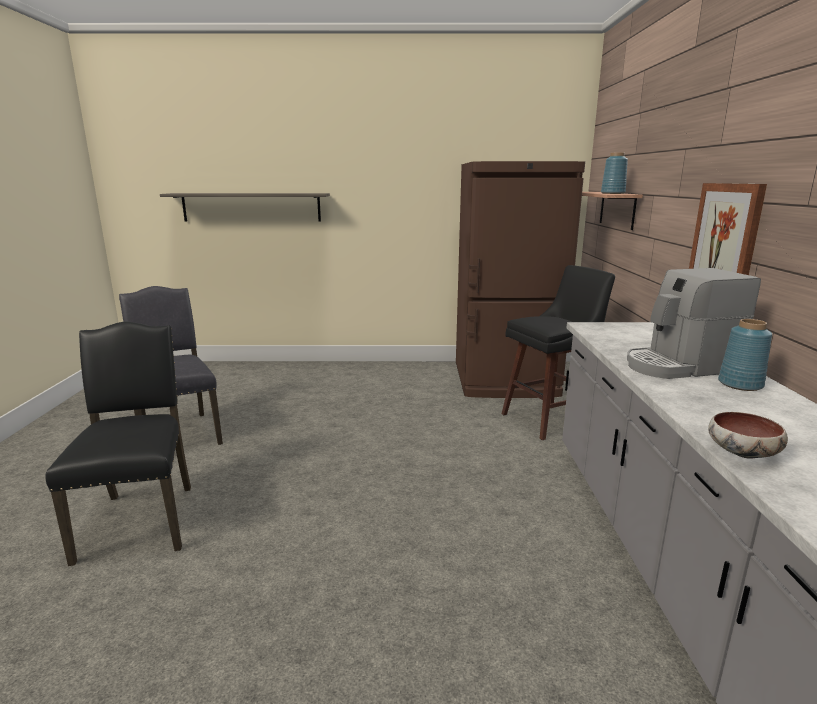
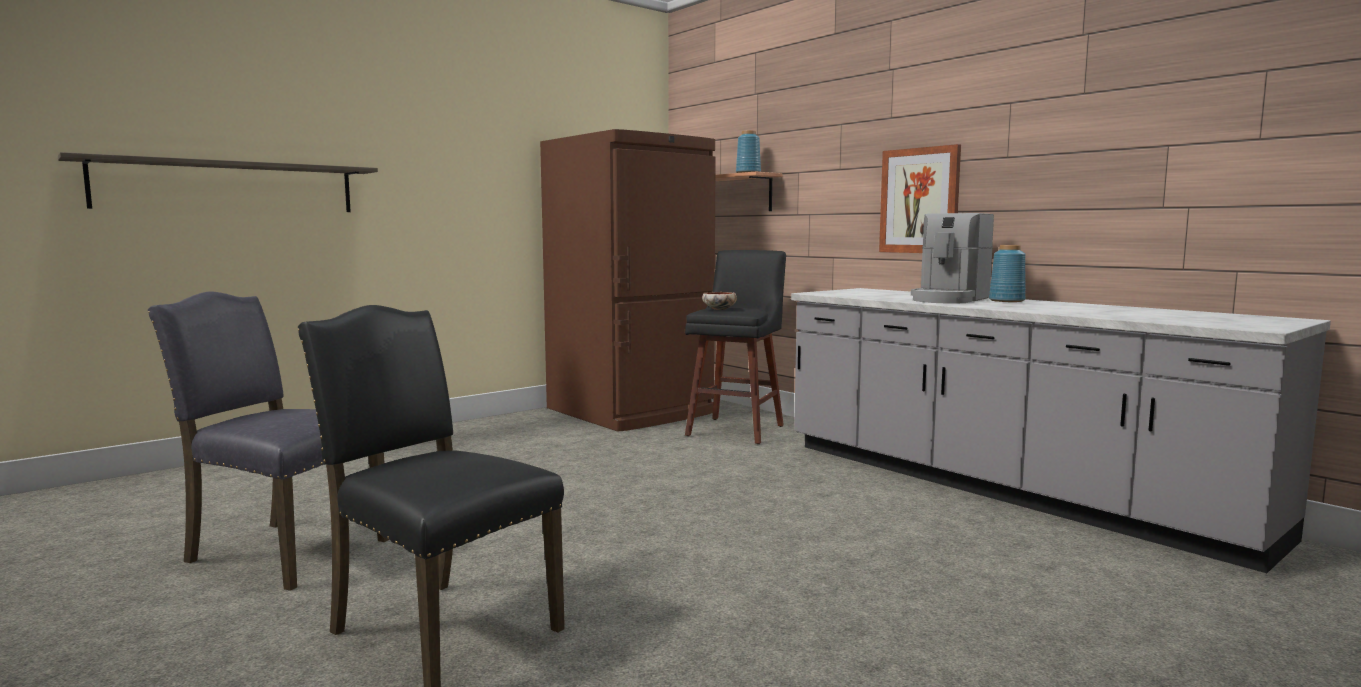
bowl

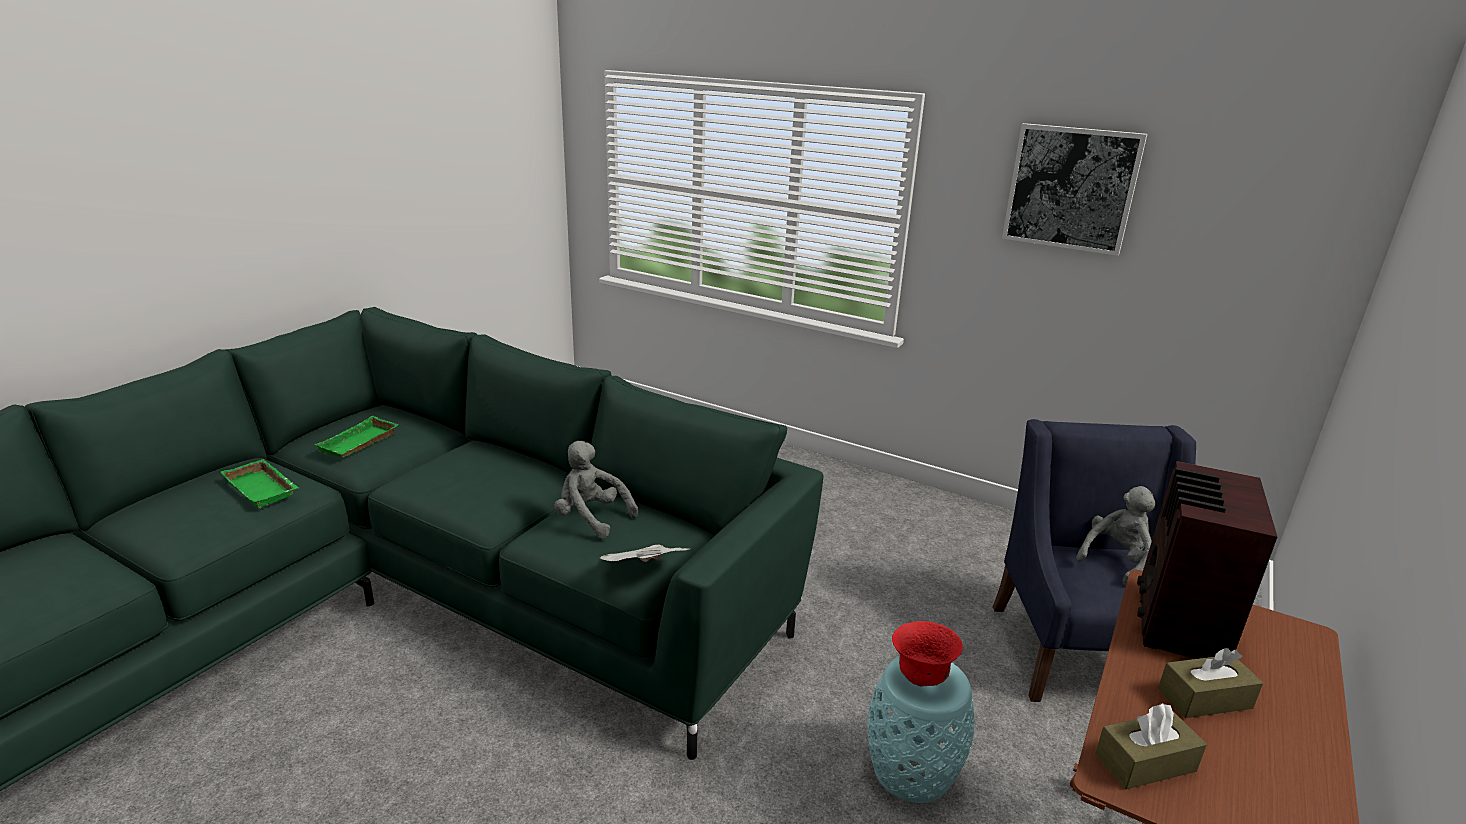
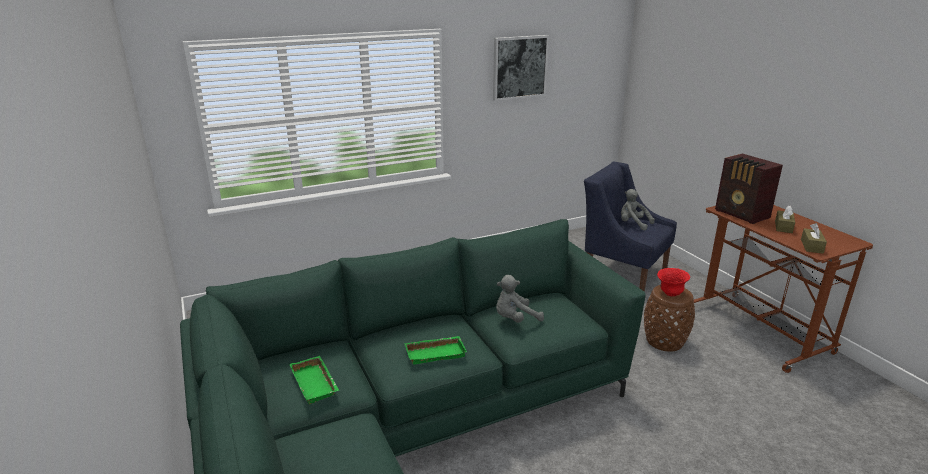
green tray (no. 2 from left)
grey plush toy (no. 2 from left)
newspaper
brown stool

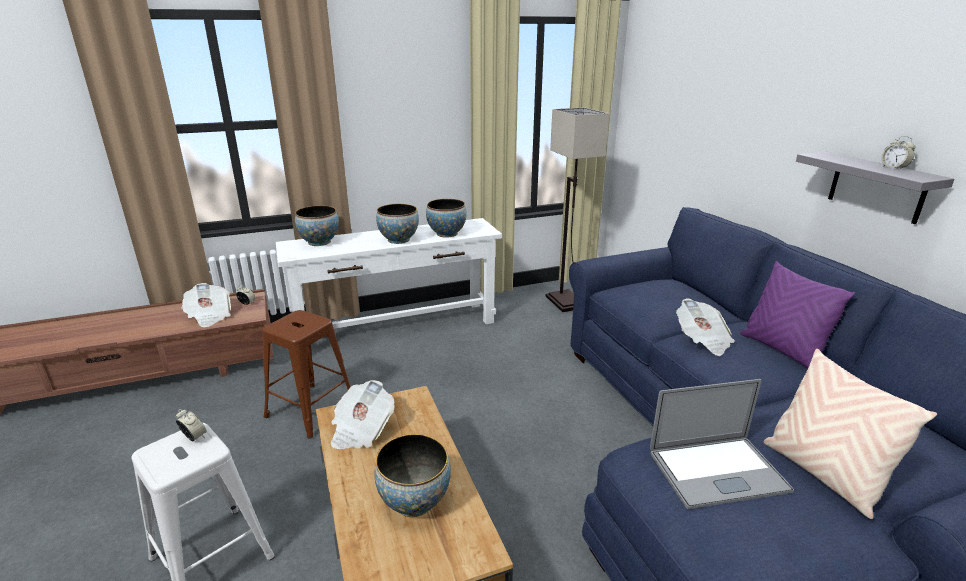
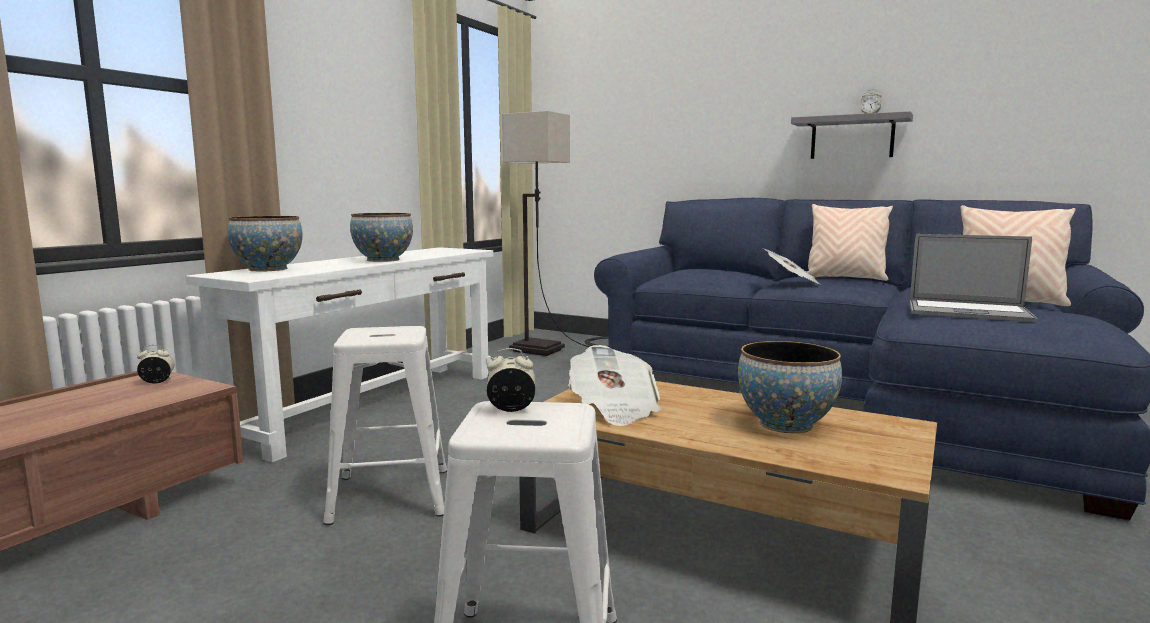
bowl (no. 4 from left in the first image)
beige pillow (no. 1 from left)
newspaper (no. 1 from left in the first image)
white stool (no. 1 from left)
laptop

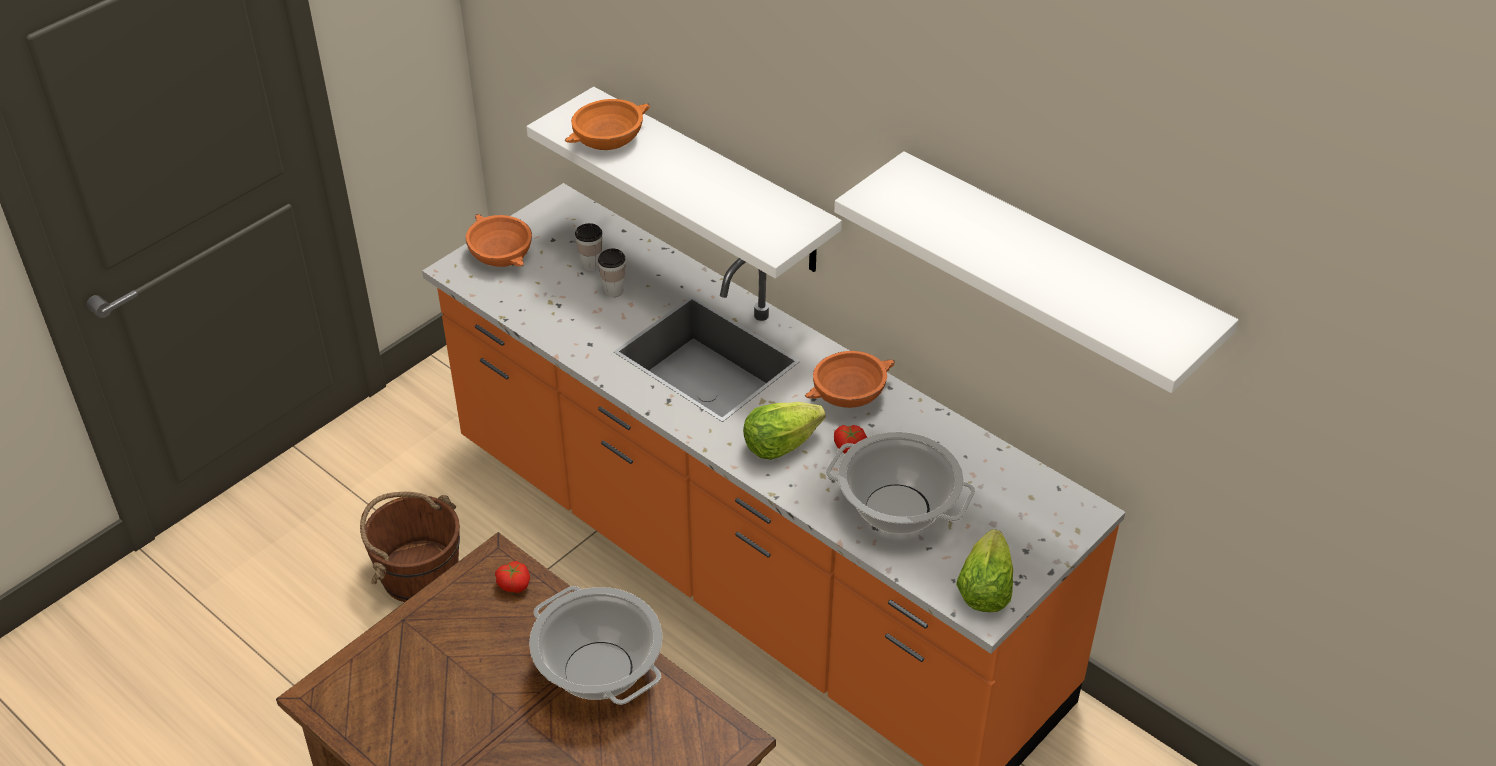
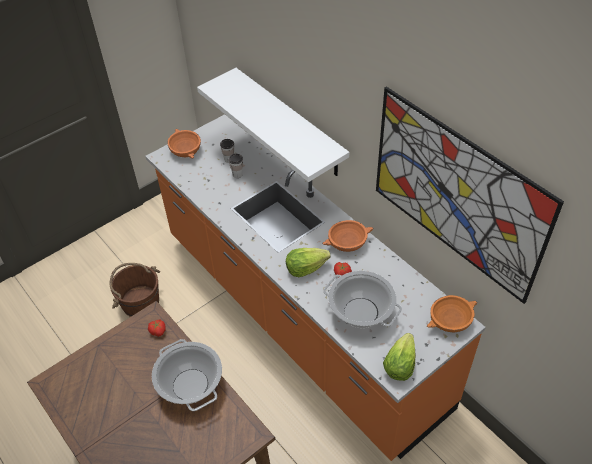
orange bowl (no. 3 from left)
picture

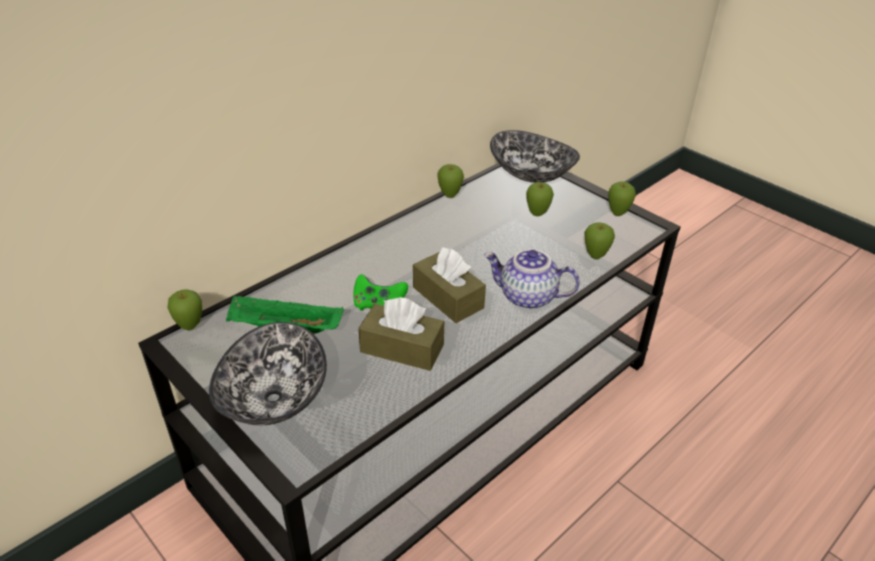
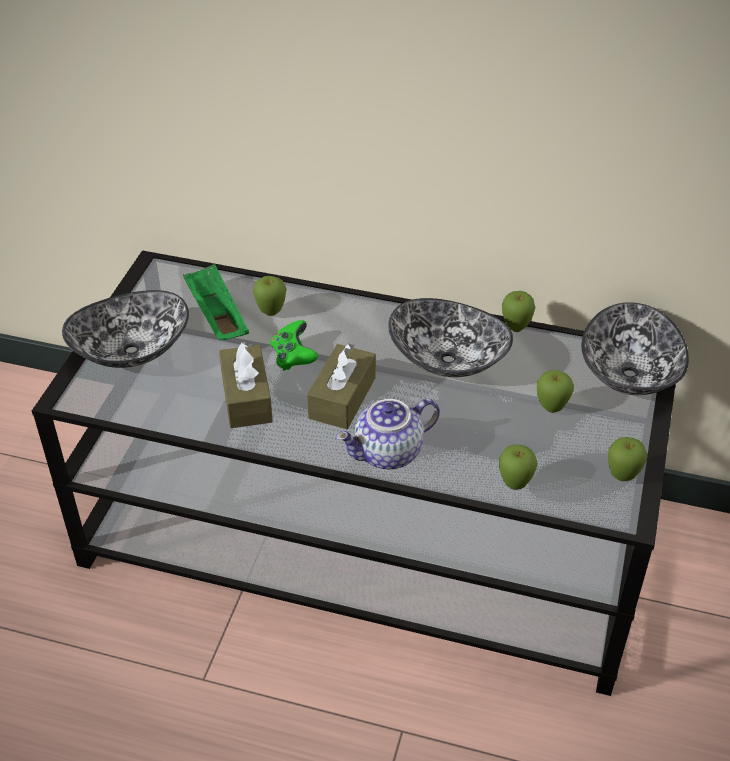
teapot
apple (no. 1 from left)
bowl (no. 2 from left)

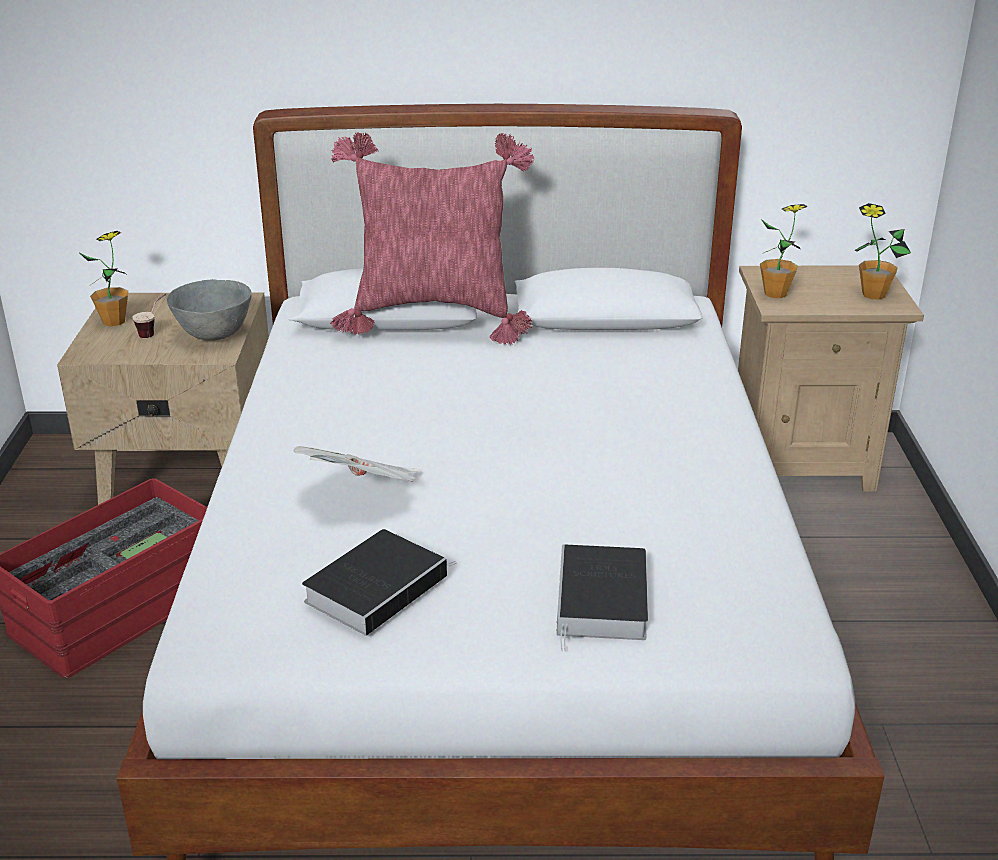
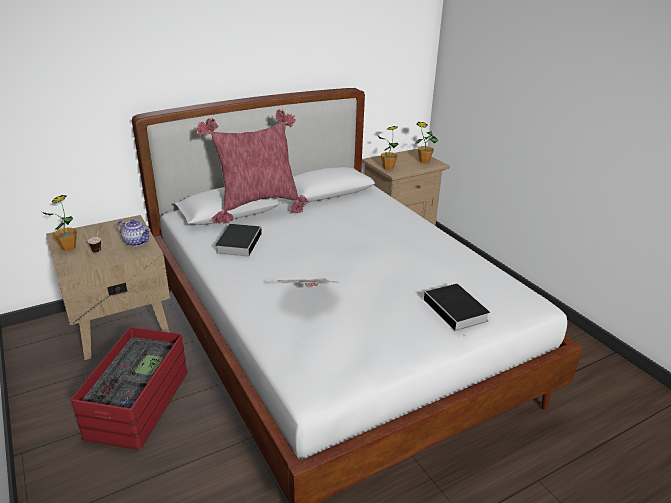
teapot
book (no. 1 from left)

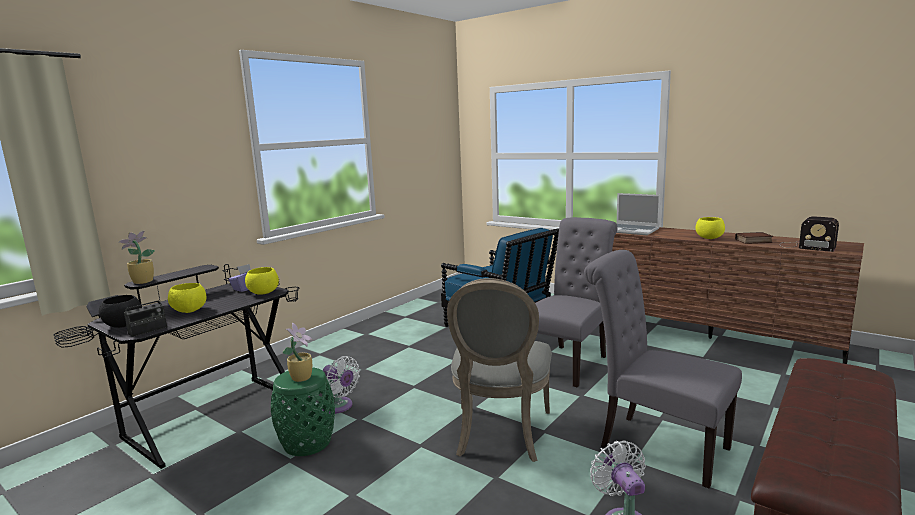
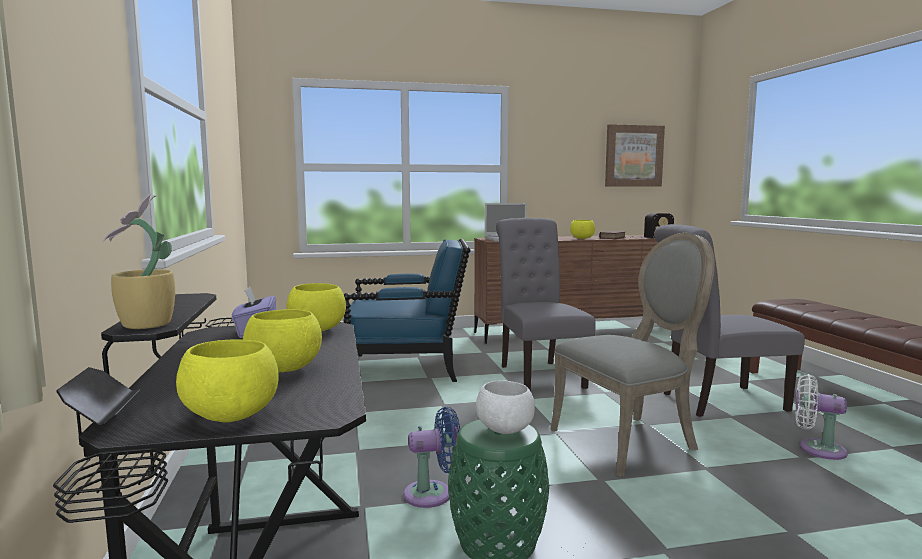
grey chair (no. 2 from left)
radio (no. 1 from left in the first image)
yellow bowl (no. 1 from left)
white bowl
blue fan
picture

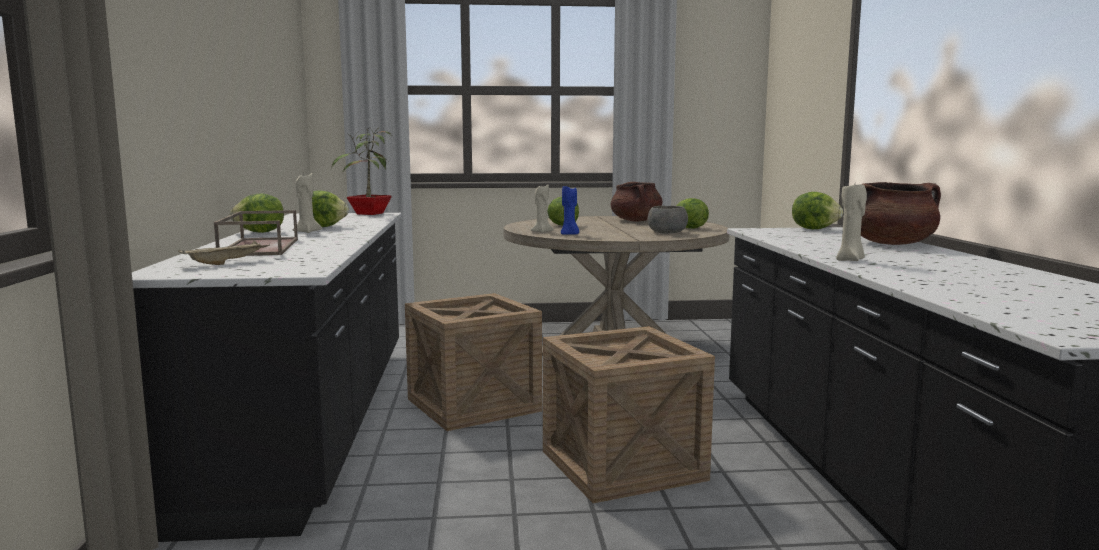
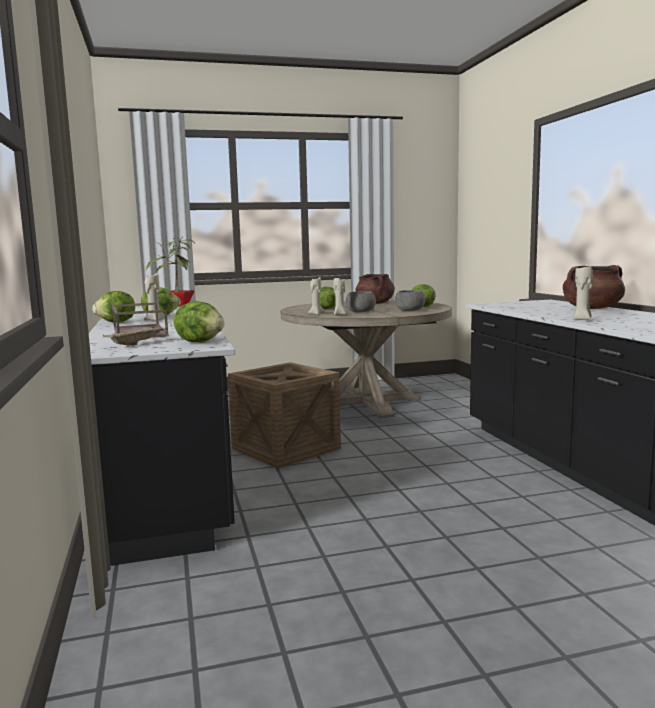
beige candle (no. 3 from left)
lettuce (no. 3 from left)
crate (no. 2 from left in the first image)
grey bowl (no. 1 from left)

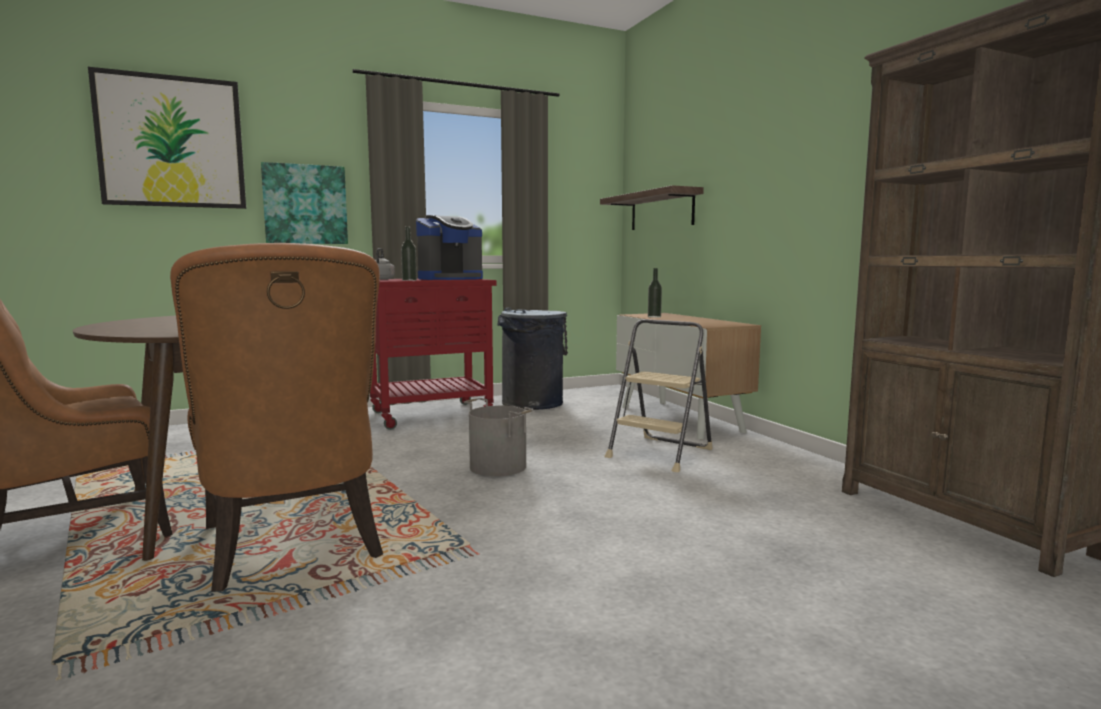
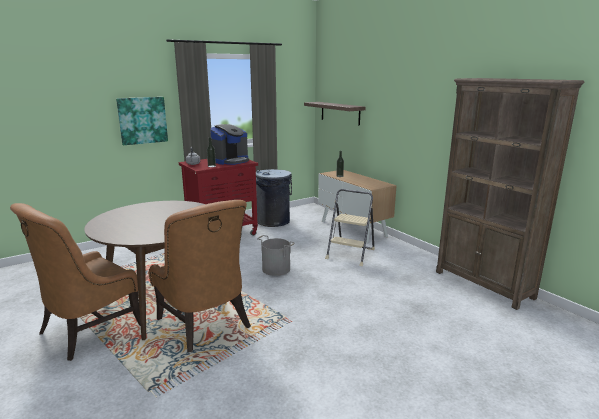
picture (no. 1 from left in the first image)

